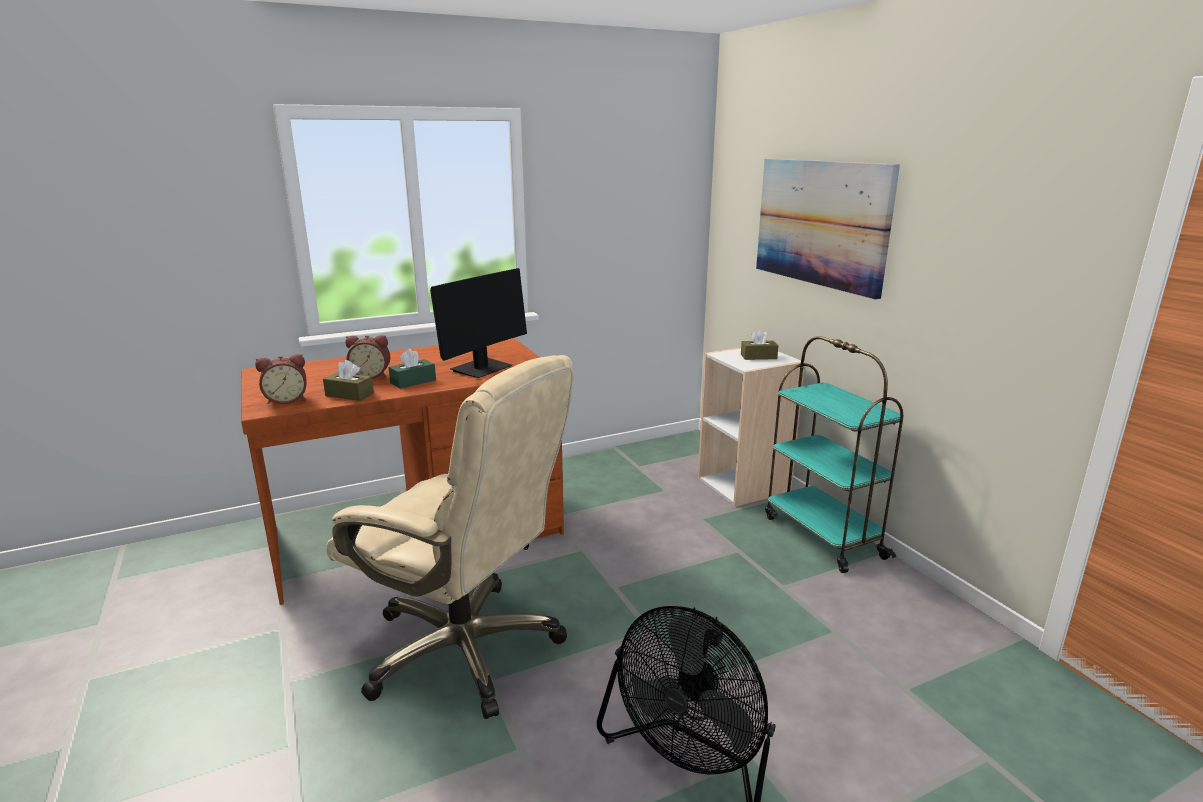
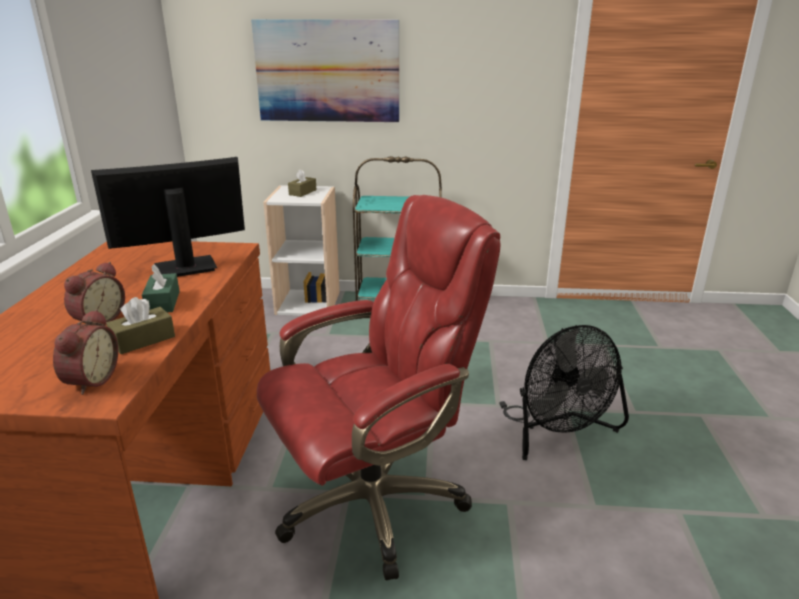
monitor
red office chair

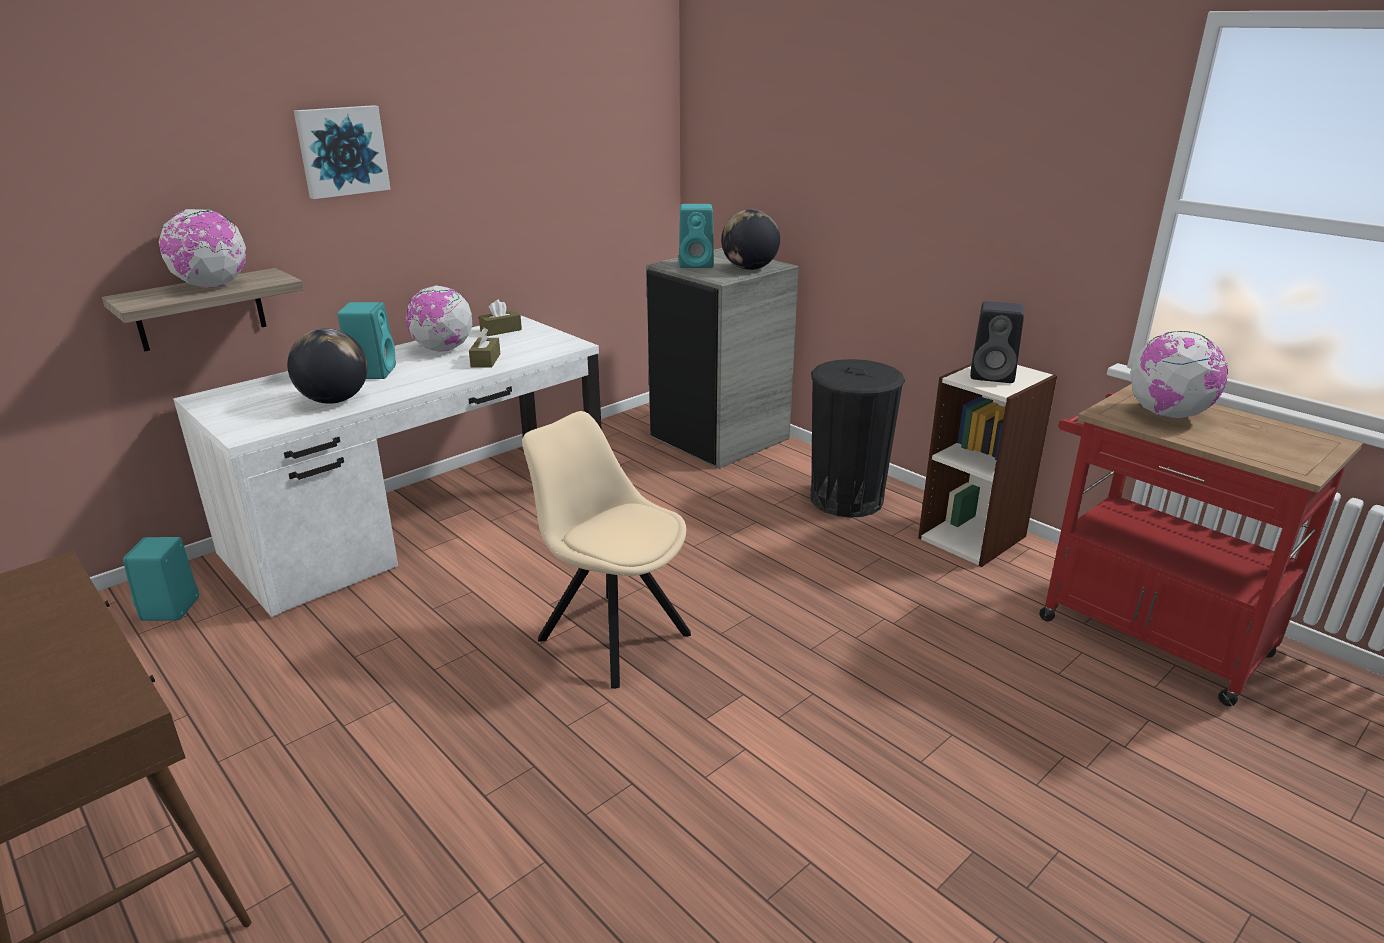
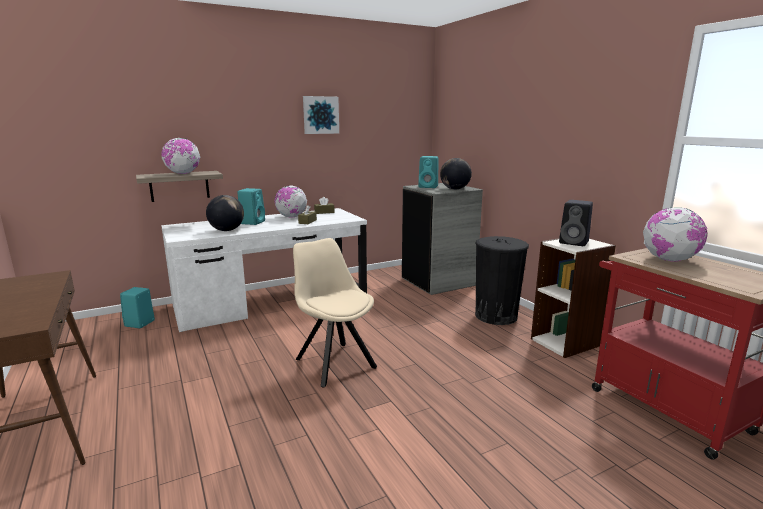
picture

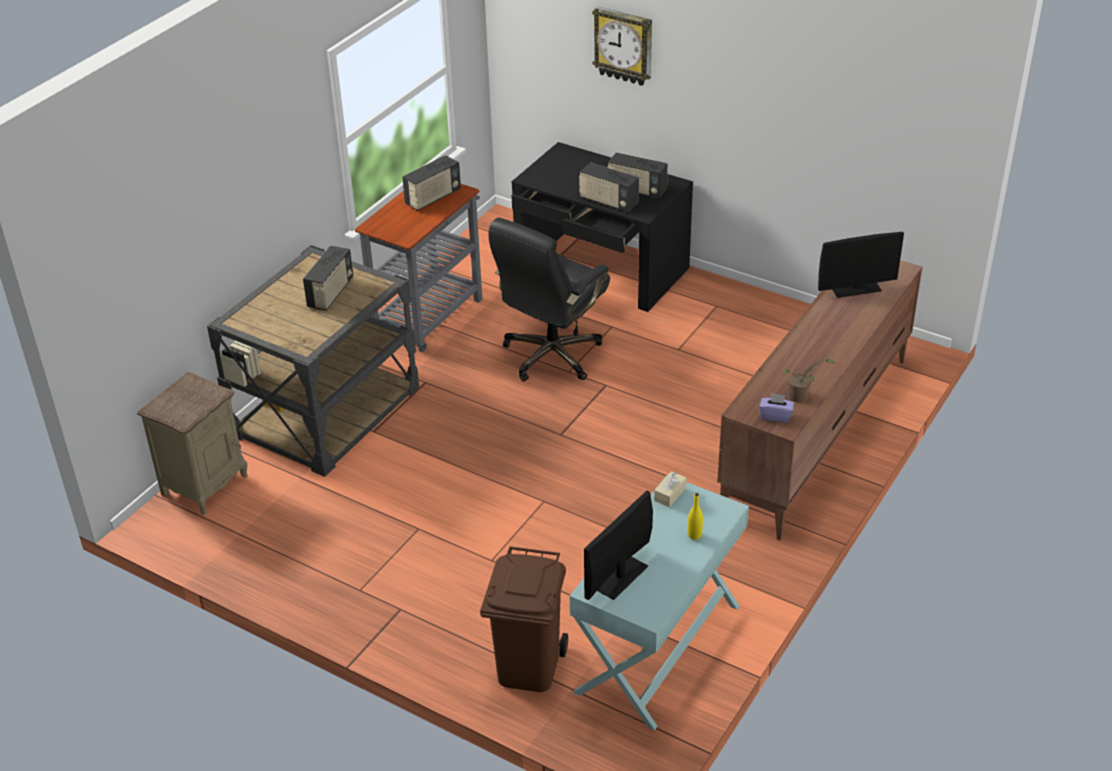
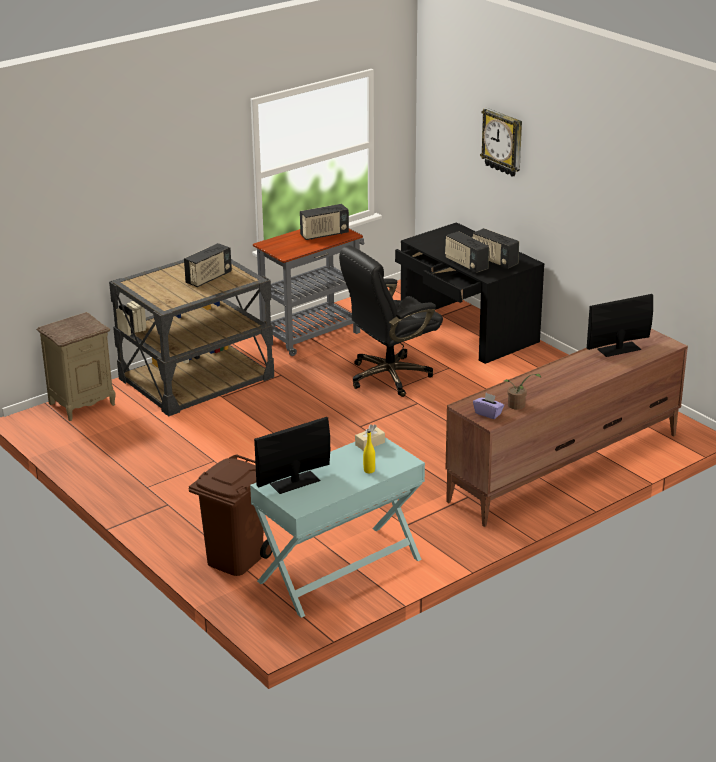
monitor (no. 2 from left)

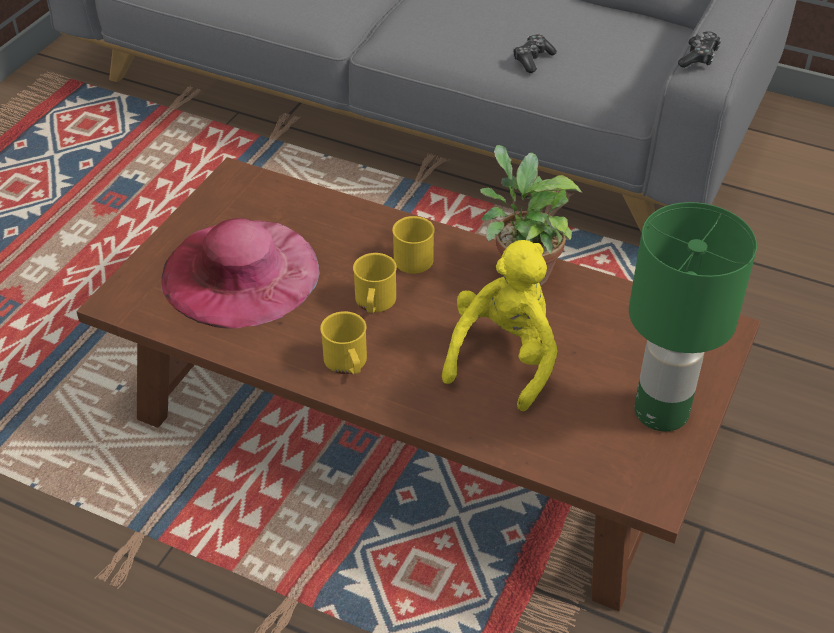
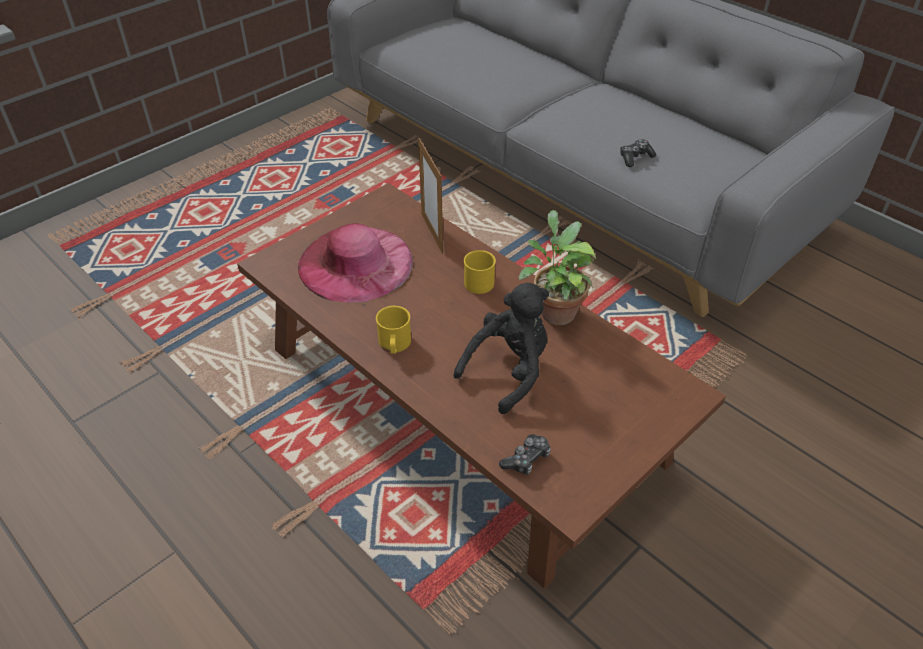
game controller (no. 1 from left)
green table lamp
black plush toy
yellow mug (no. 2 from left in the first image)
picture frame

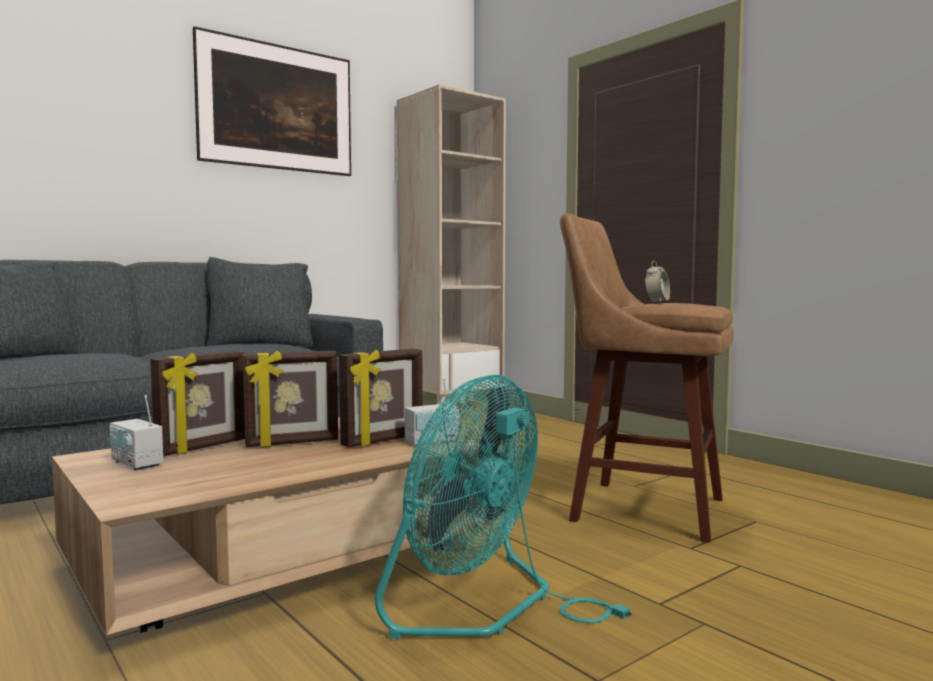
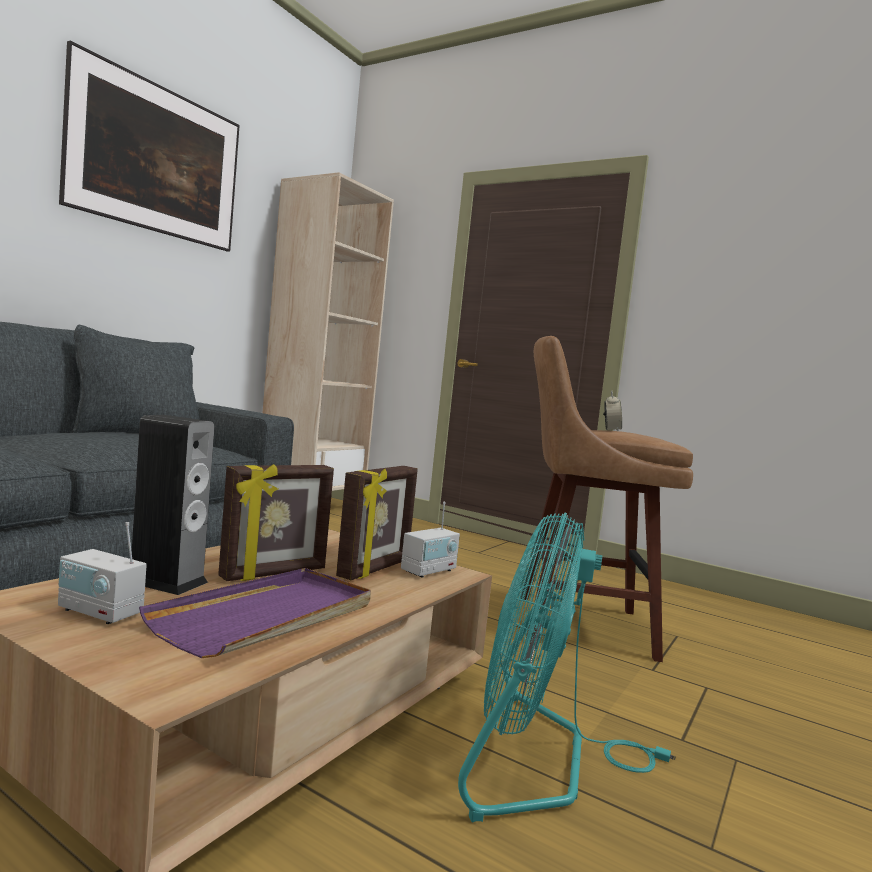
speaker
purple tray

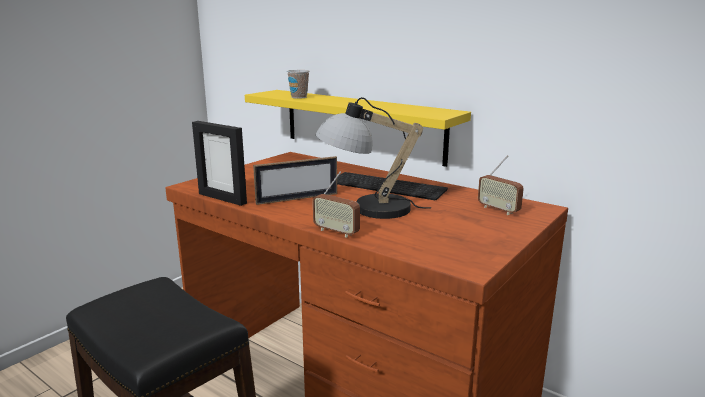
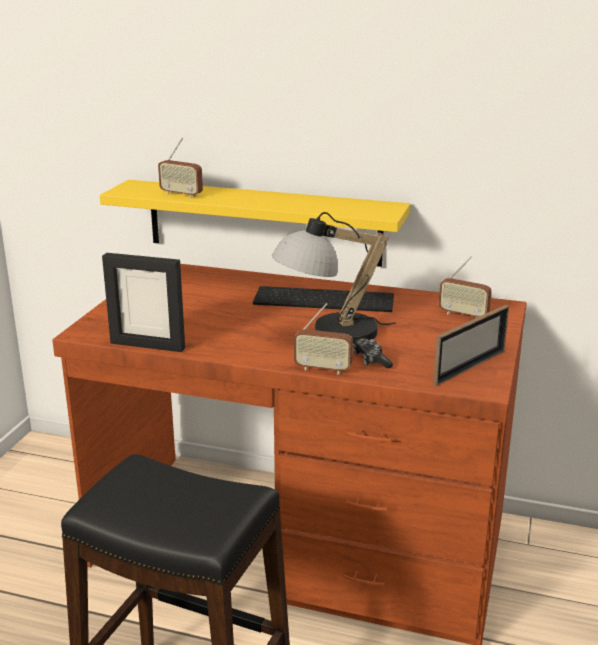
radio (no. 1 from left)
picture frame (no. 2 from left)
game controller

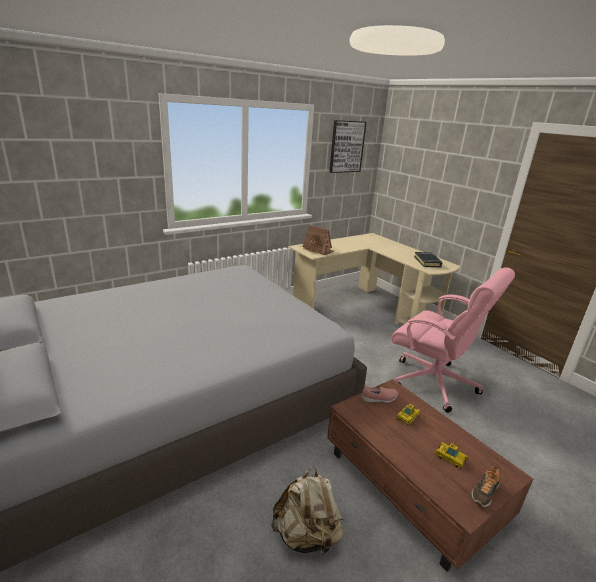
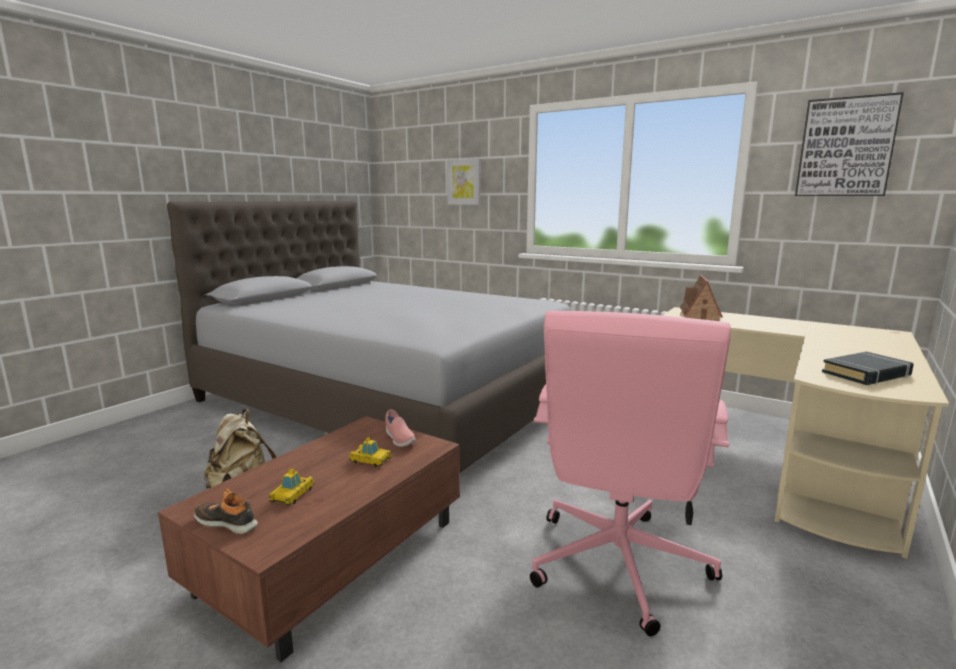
picture (no. 1 from left)

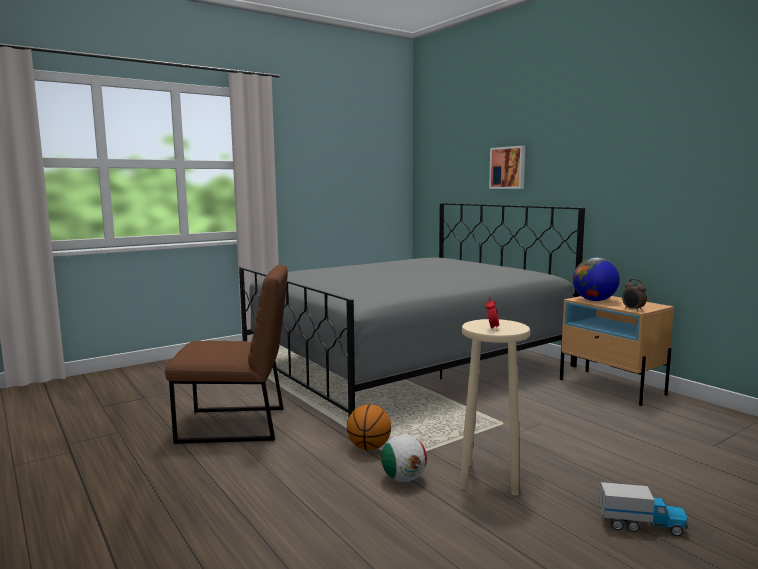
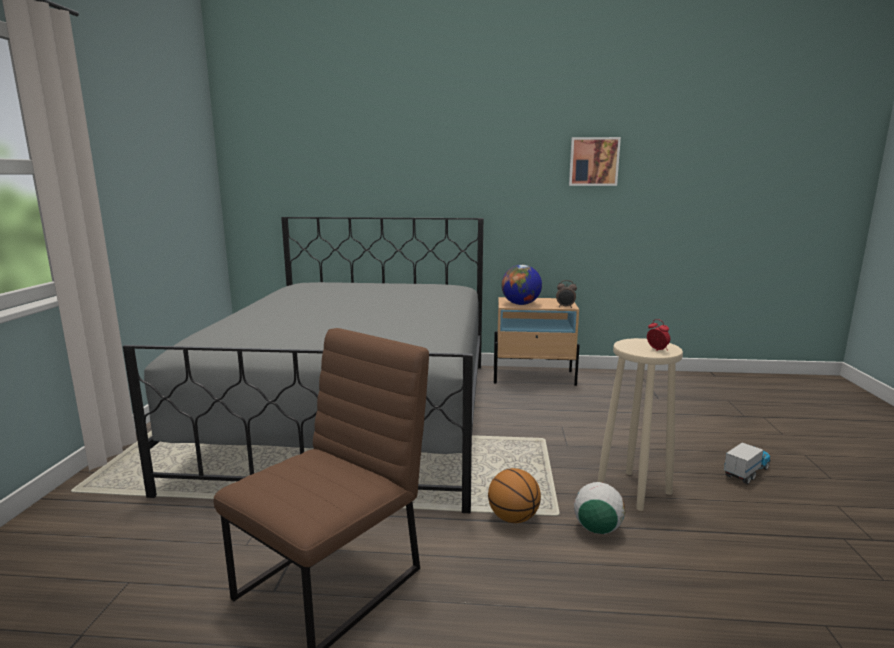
picture

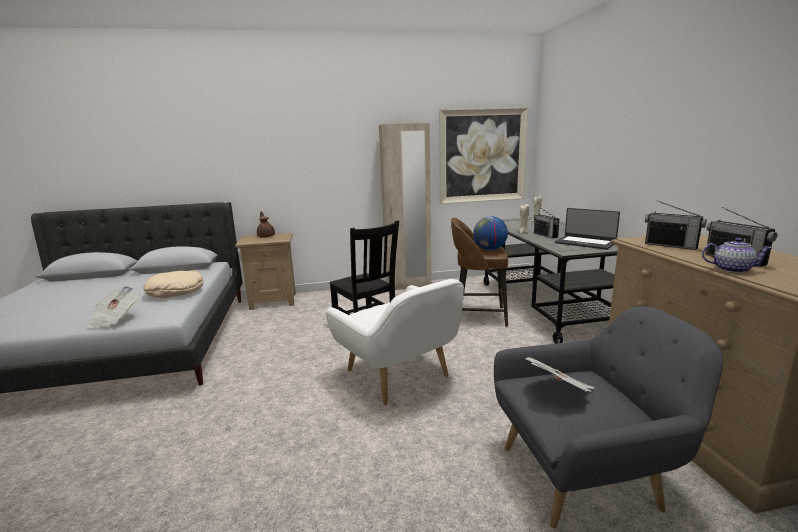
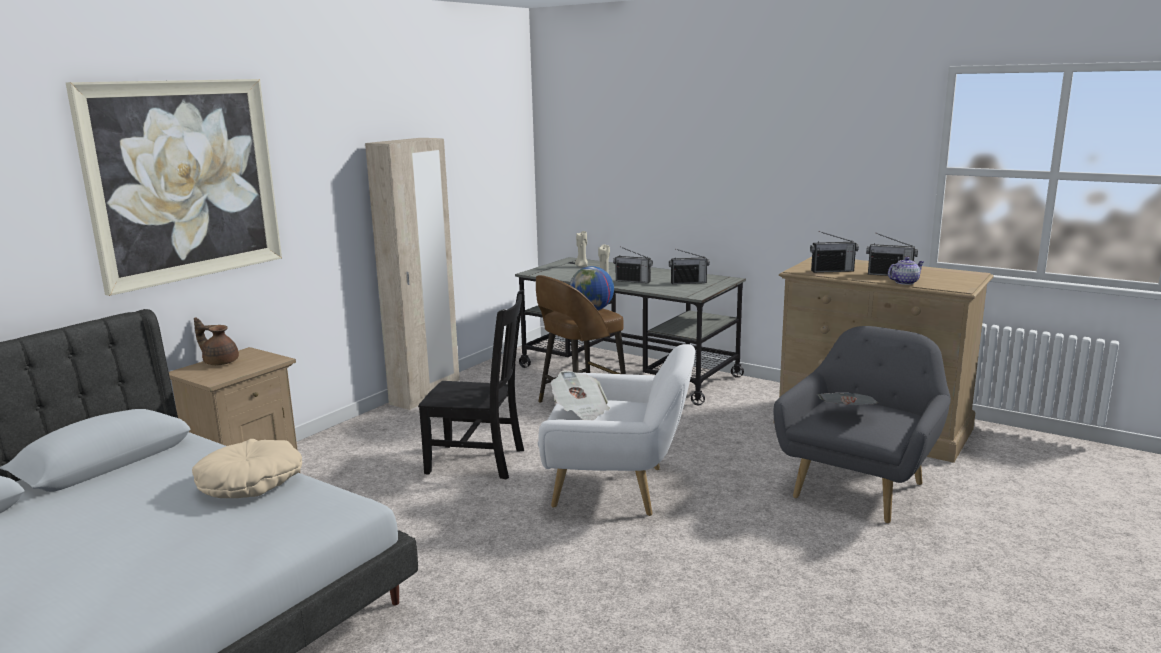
picture
radio (no. 2 from left)
newspaper (no. 1 from left)

